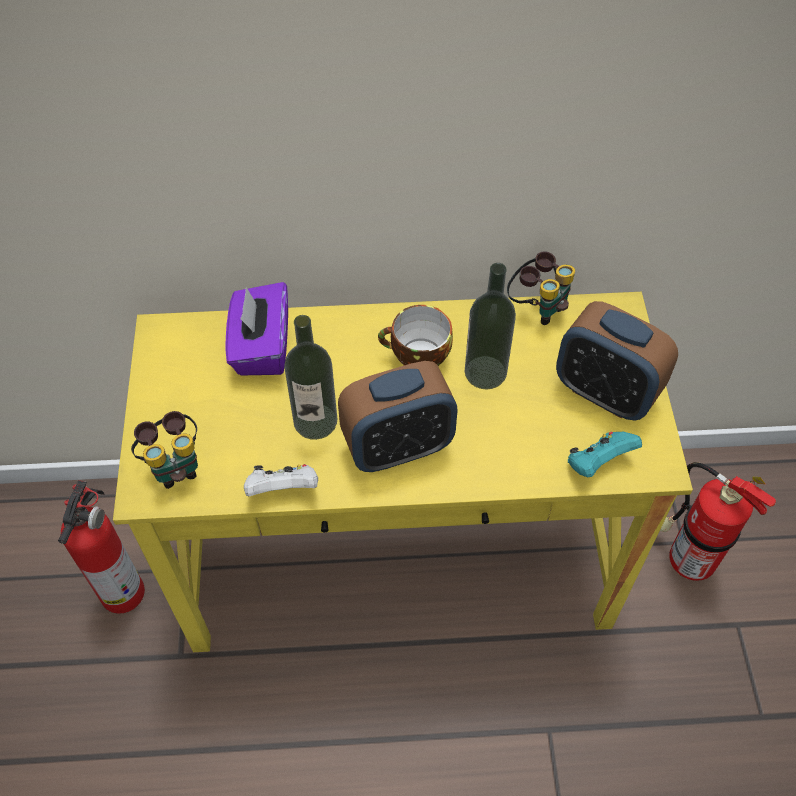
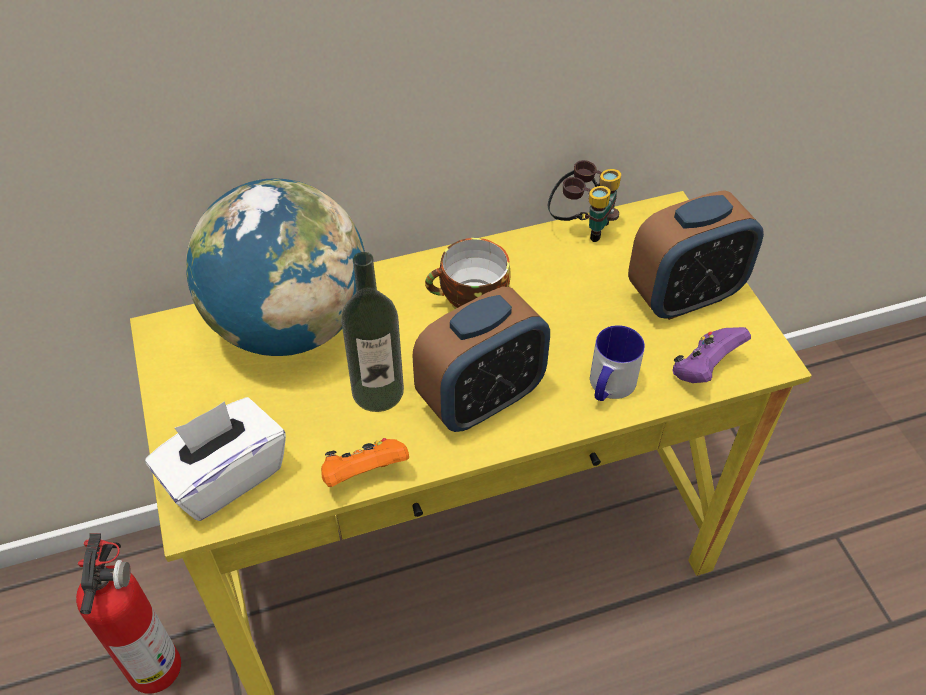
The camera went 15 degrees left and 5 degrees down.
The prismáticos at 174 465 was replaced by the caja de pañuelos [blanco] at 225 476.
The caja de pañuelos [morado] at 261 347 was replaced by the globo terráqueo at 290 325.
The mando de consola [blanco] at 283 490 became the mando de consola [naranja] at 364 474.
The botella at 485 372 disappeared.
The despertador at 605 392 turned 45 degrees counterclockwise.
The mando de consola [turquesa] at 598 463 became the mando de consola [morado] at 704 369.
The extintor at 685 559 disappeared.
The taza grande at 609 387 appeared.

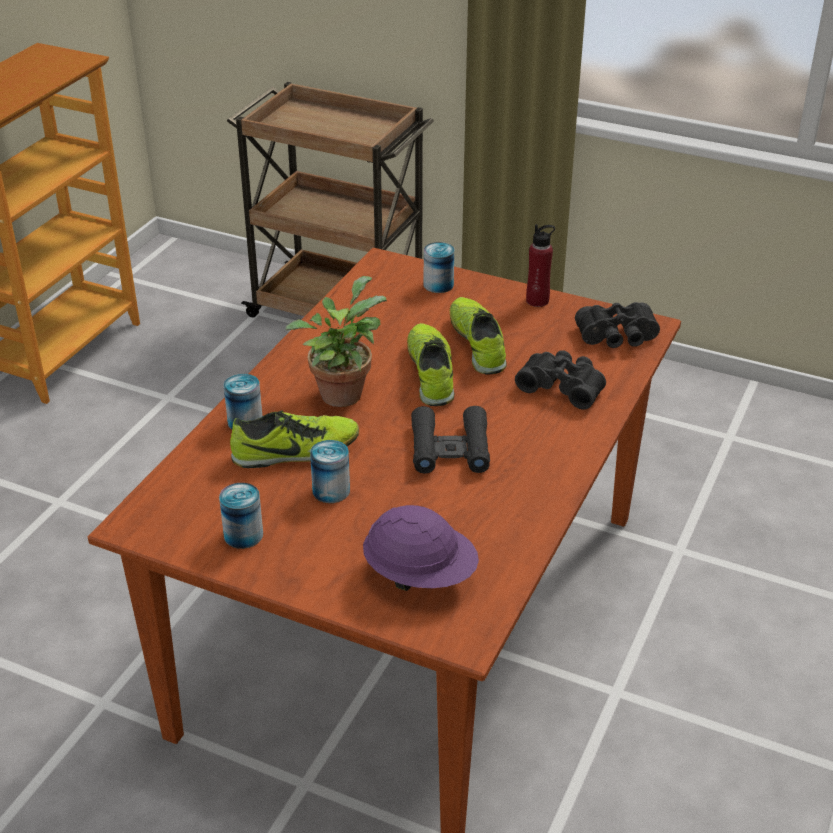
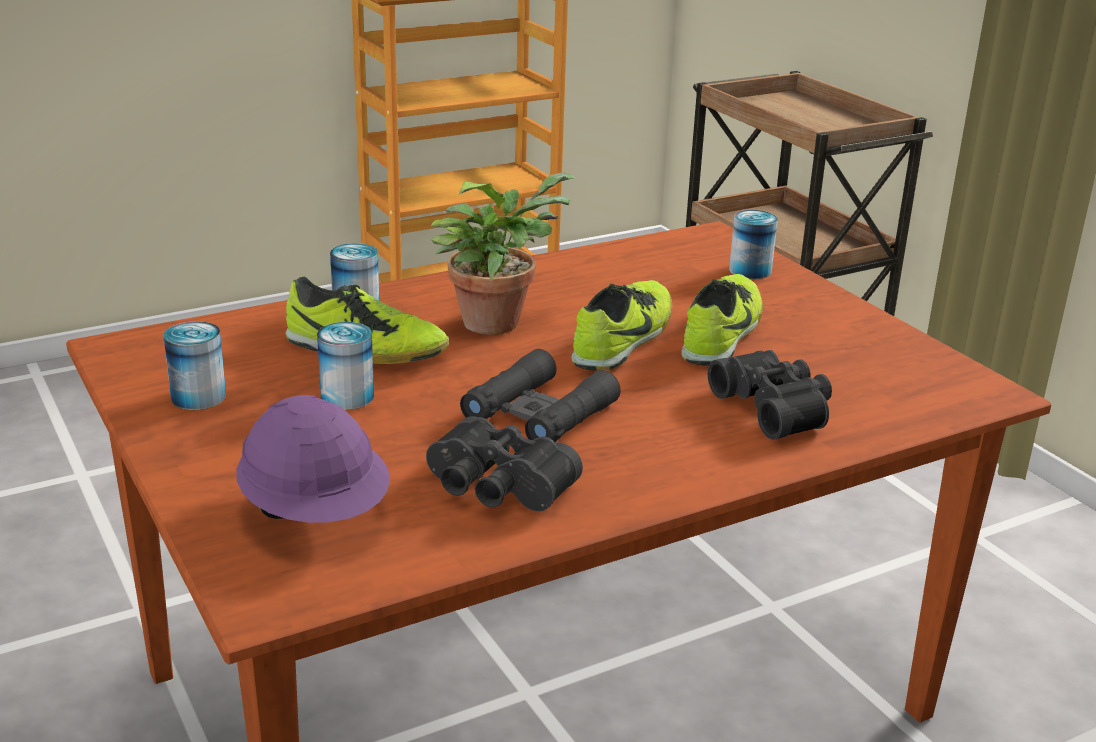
The camera went 35 degrees right and 10 degrees down.
The botella [rojo] at 537 300 disappeared.
The prismáticos [negro] moved from 617 338 to 495 488.

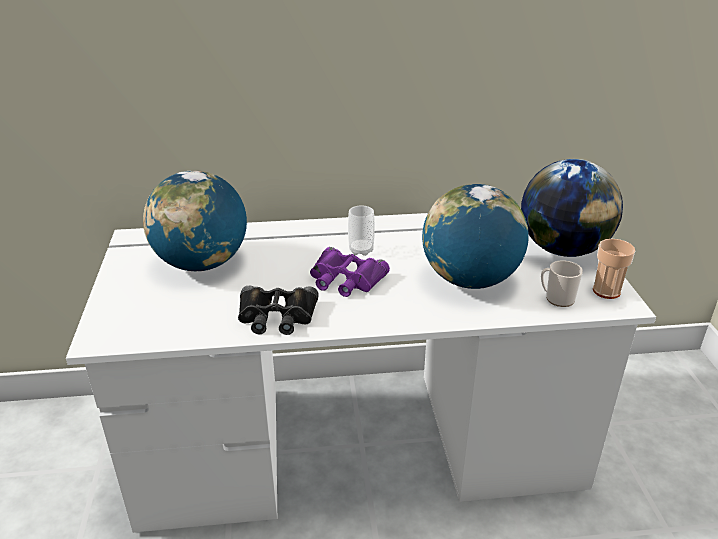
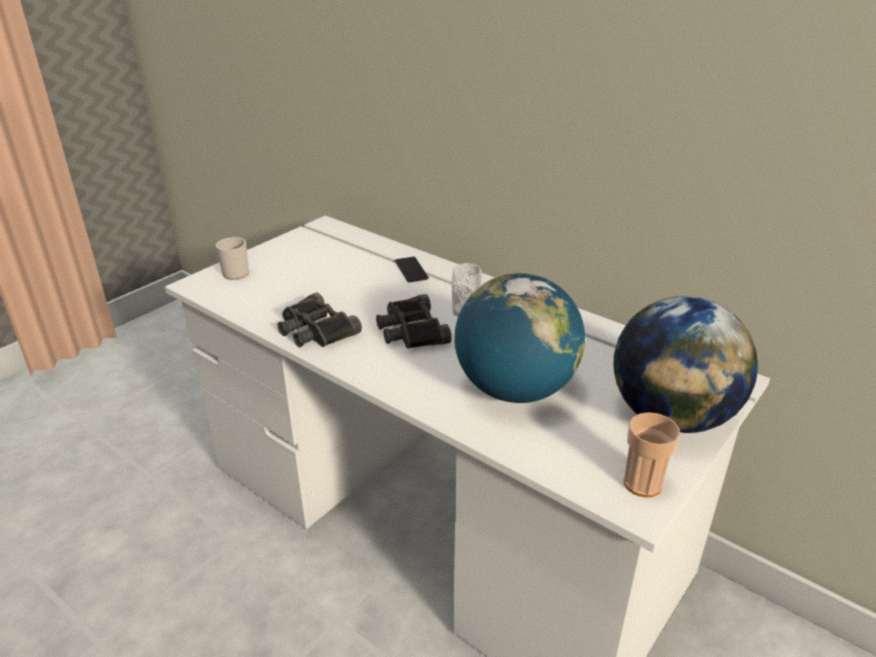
The camera went 45 degrees right and 0 degrees up.
The globo terráqueo at 202 263 disappeared.
The prismáticos [morado] at 345 279 became the prismáticos [negro] at 411 330.
The taza grande moved from 556 298 to 234 272.
The móvil at 411 270 appeared.

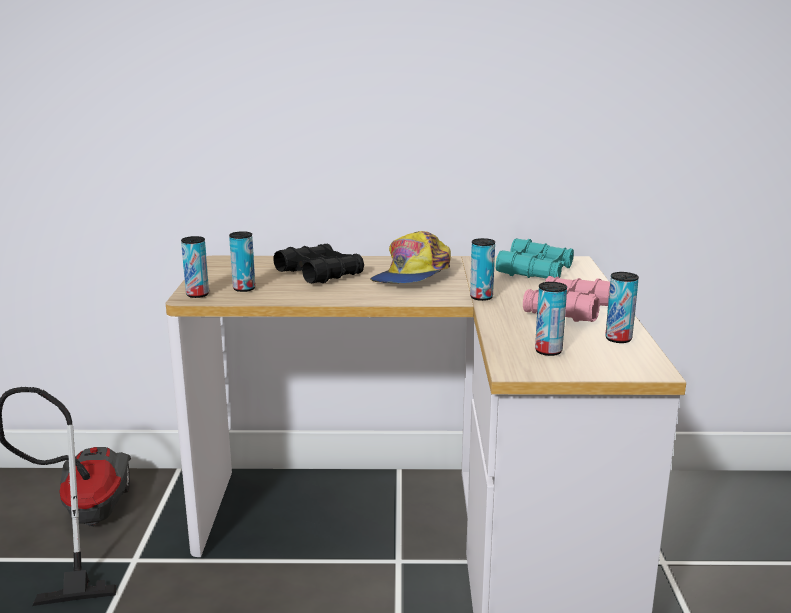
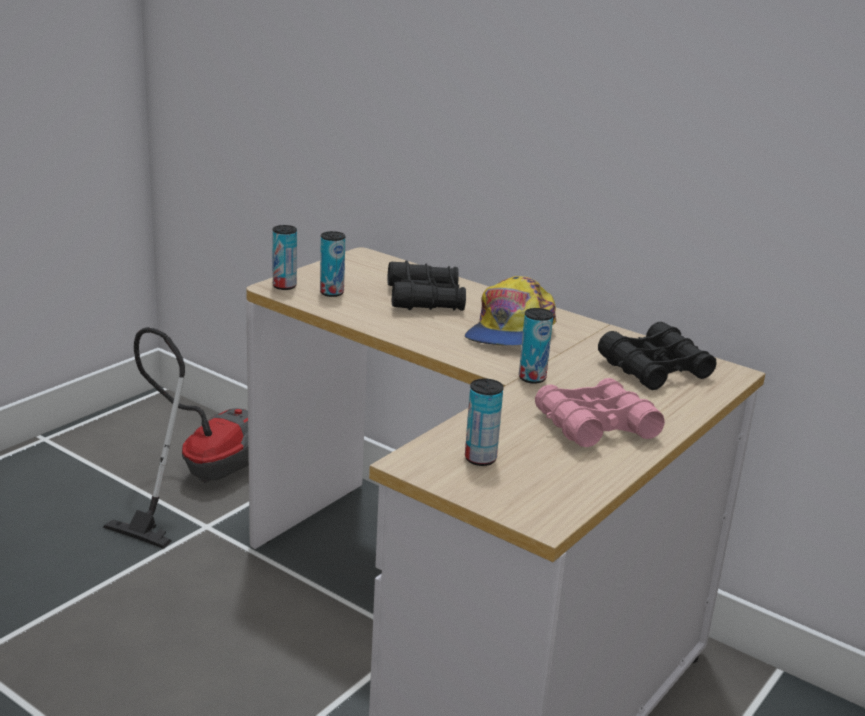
The camera went 35 degrees right and 5 degrees up.
The gorra at 412 275 turned 45 degrees counterclockwise.
The prismáticos [turquesa] at 535 271 became the prismáticos [negro] at 655 369.
The lata at 618 339 disappeared.

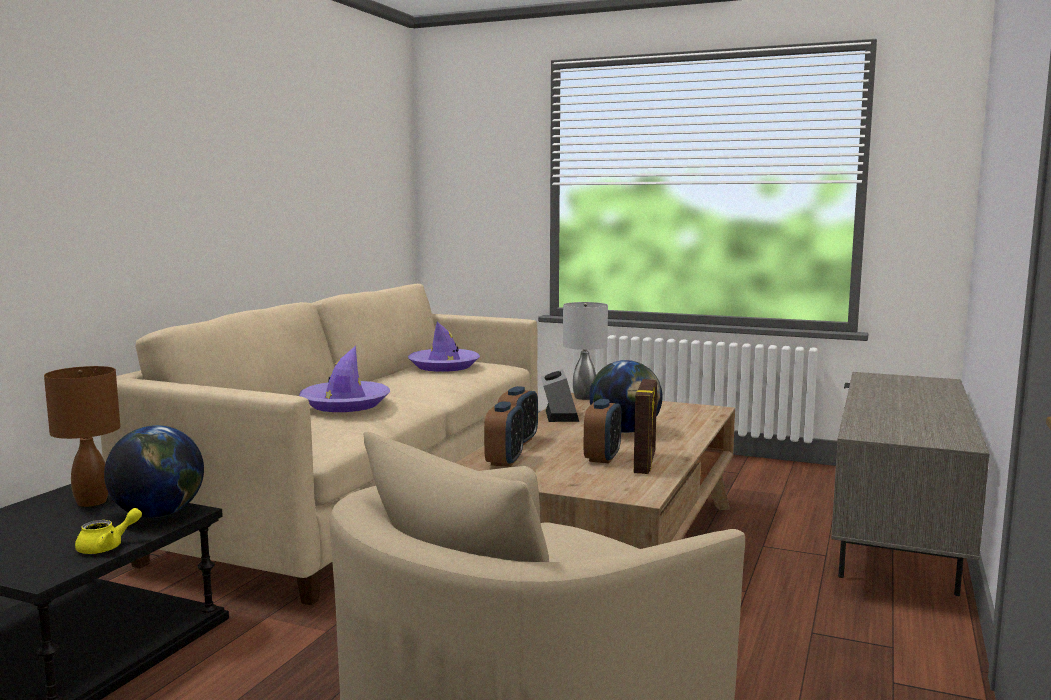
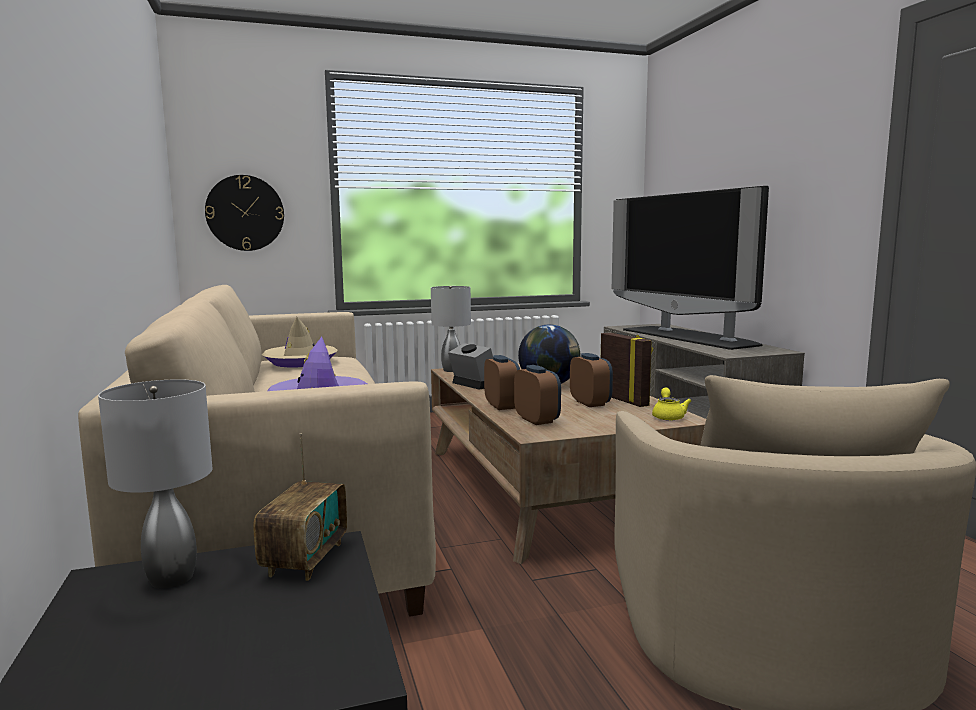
The camera went 40 degrees left and 0 degrees up.
The lámpara de mesa [marrón] at 90 502 became the lámpara de mesa [gris] at 170 579.
The tetera [amarillo] moved from 107 547 to 668 416.
The globo terráqueo at 158 514 was replaced by the radio at 305 559.
The sombrero [morado] at 444 366 became the sombrero [beis] at 300 362.
The reloj de pared at 245 213 appeared.
The televisor at 689 337 appeared.

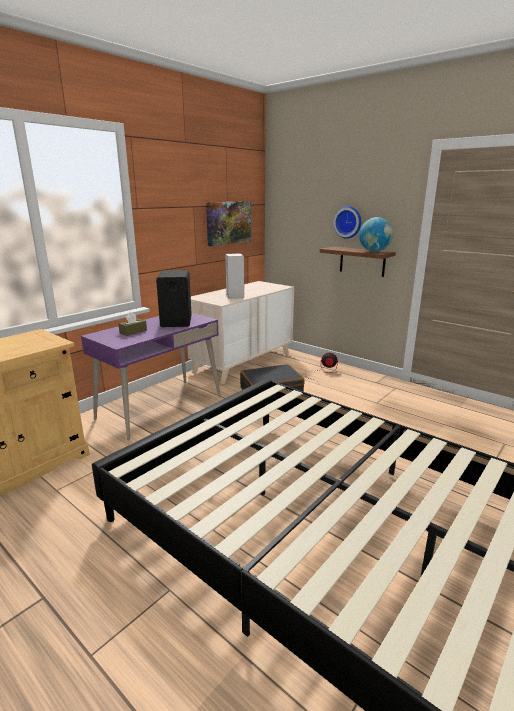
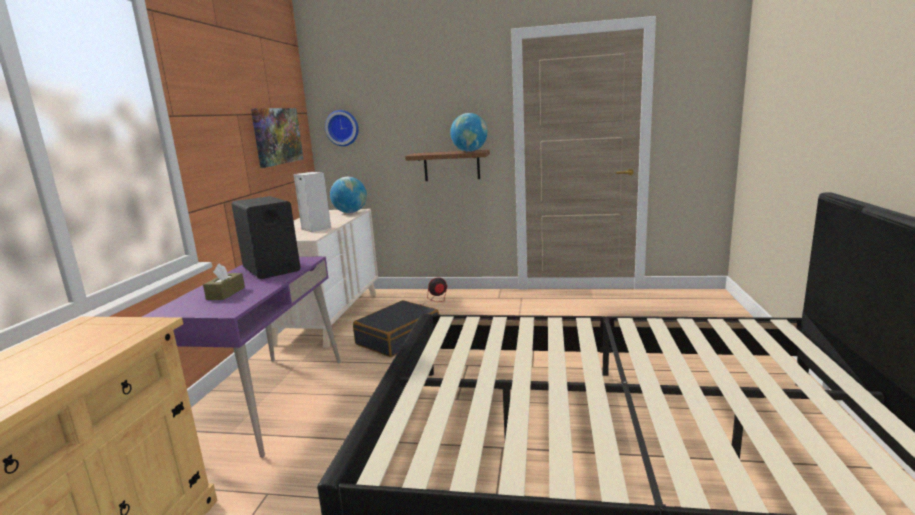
The camera went 30 degrees left and 5 degrees down.
The reloj de pared moved from 348 222 to 343 128.
The globo terráqueo at 350 212 appeared.

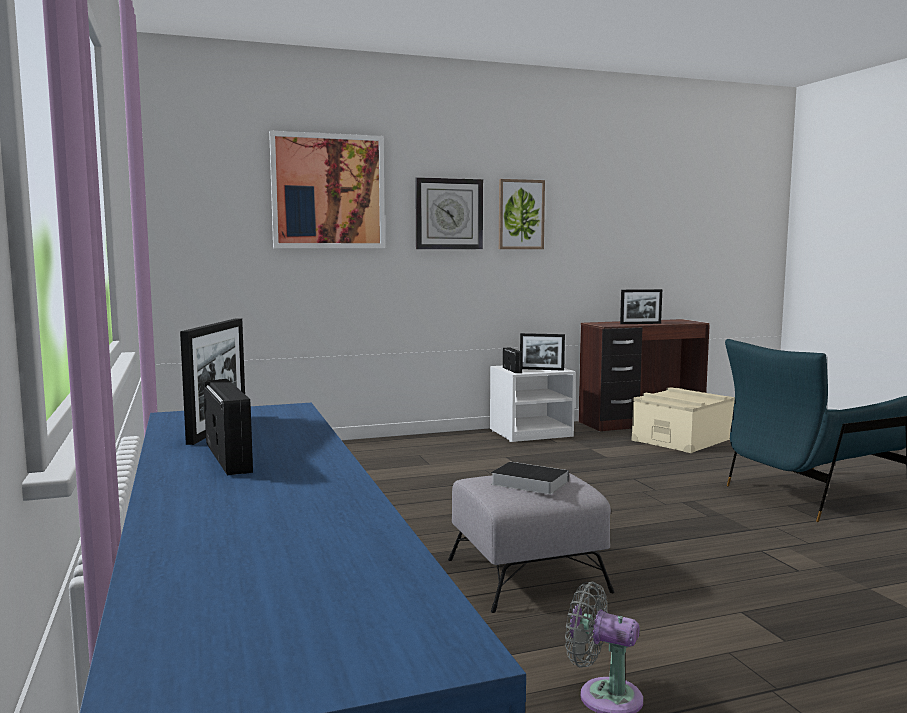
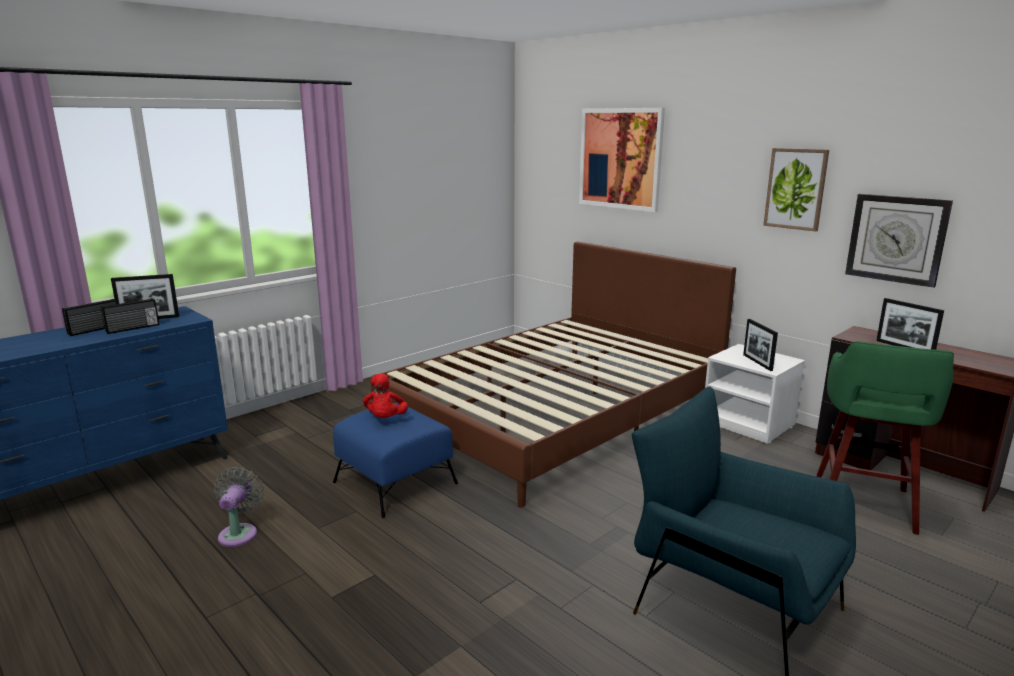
The camera went 65 degrees right and 10 degrees up.
The reloj de pared moved from 449 214 to 896 239.
The puf [gris] at 528 575 became the puf [azul] at 395 483.
The libro at 527 483 was replaced by the peluche [rojo] at 385 419.
The radio moved from 513 370 to 133 328.
The caja de almacenaje [beis] at 682 439 was replaced by the taburete [verde] at 863 504.
The cama [marrón] at 556 414 appeared.

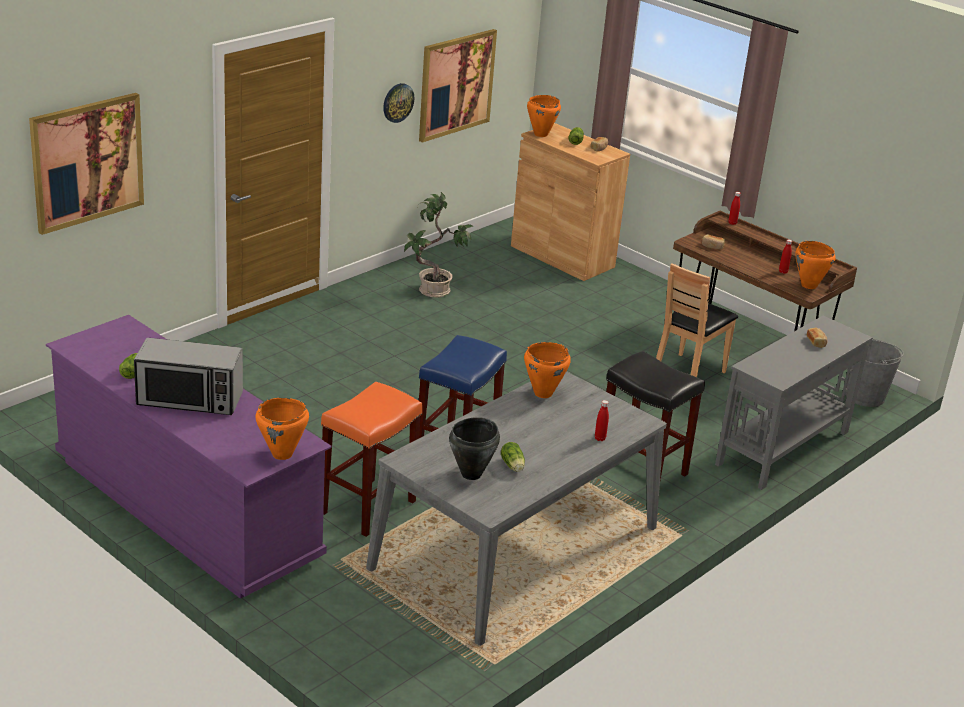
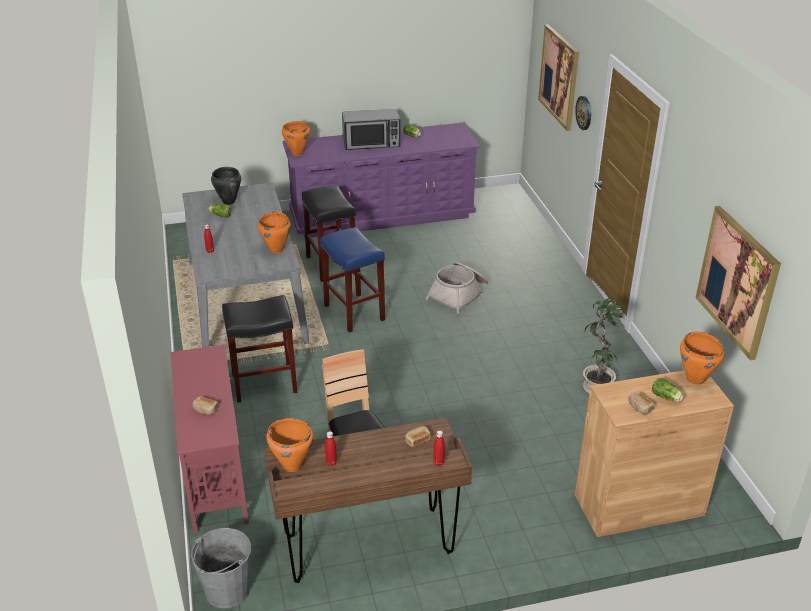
The camera went 125 degrees right and 5 degrees up.
The microondas at 190 399 turned 135 degrees counterclockwise.
The taburete [naranja] at 368 506 became the taburete [negro] at 332 265.
The reloj de pared moved from 397 102 to 584 113.
The mesa consola [gris] at 782 448 became the mesa consola [rojo] at 216 474.
The cesta at 459 295 appeared.

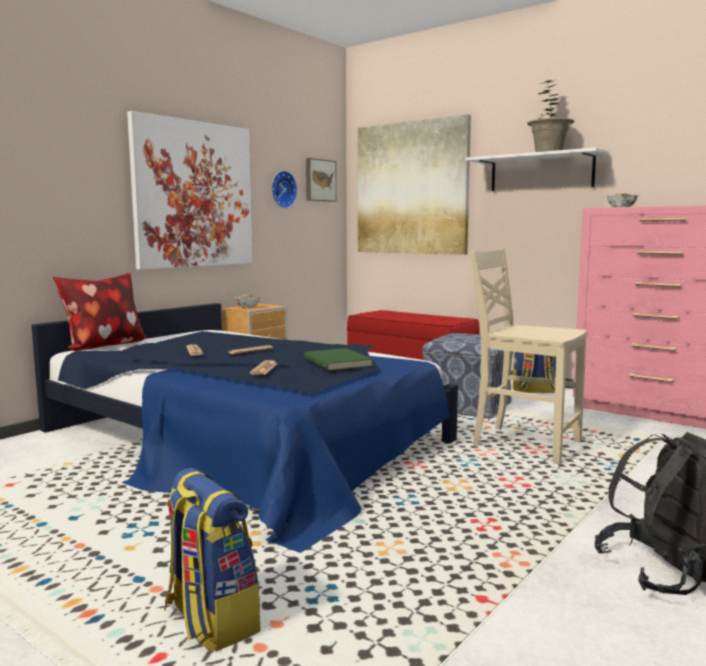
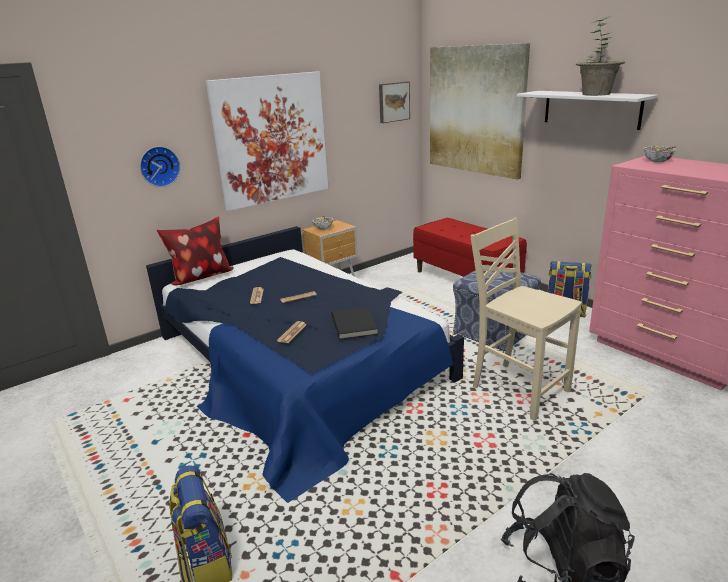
The camera went 15 degrees right and 15 degrees up.
The reloj de pared moved from 282 189 to 159 166.
The libro [verde] at 338 362 became the libro [negro] at 355 325.

